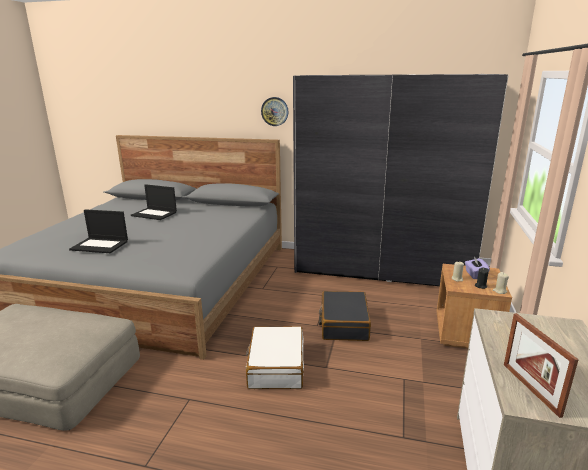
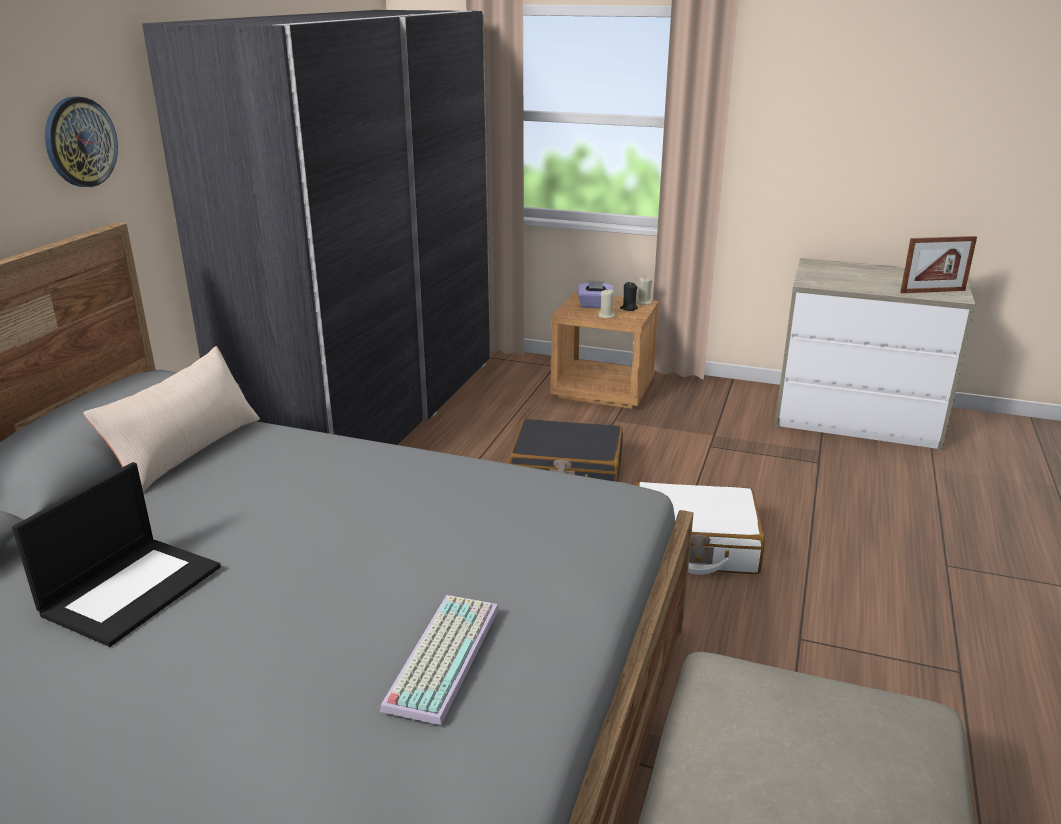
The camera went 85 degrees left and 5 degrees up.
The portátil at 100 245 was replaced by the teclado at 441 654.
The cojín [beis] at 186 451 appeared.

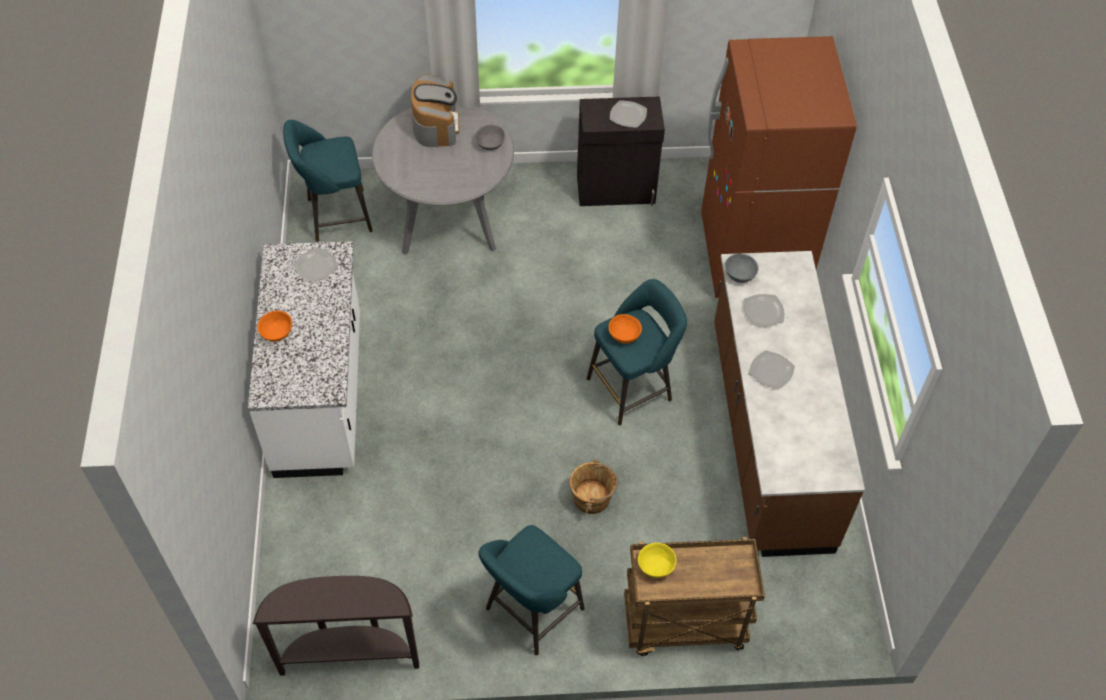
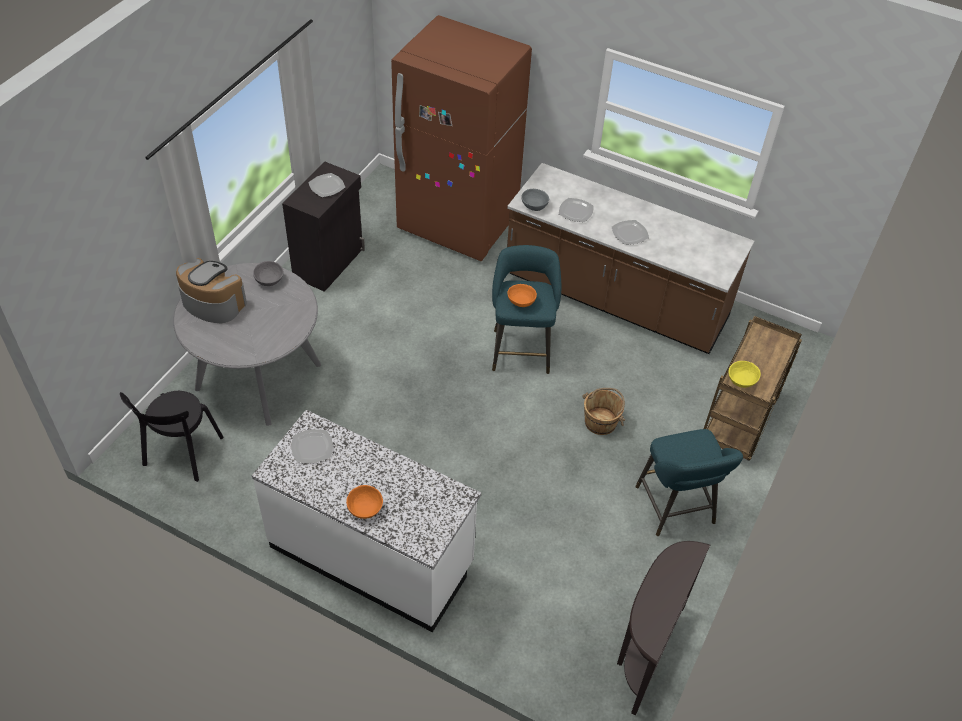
The camera went 60 degrees left and 5 degrees down.
The taburete [turquesa] at 335 216 was replaced by the silla [negro] at 181 454.

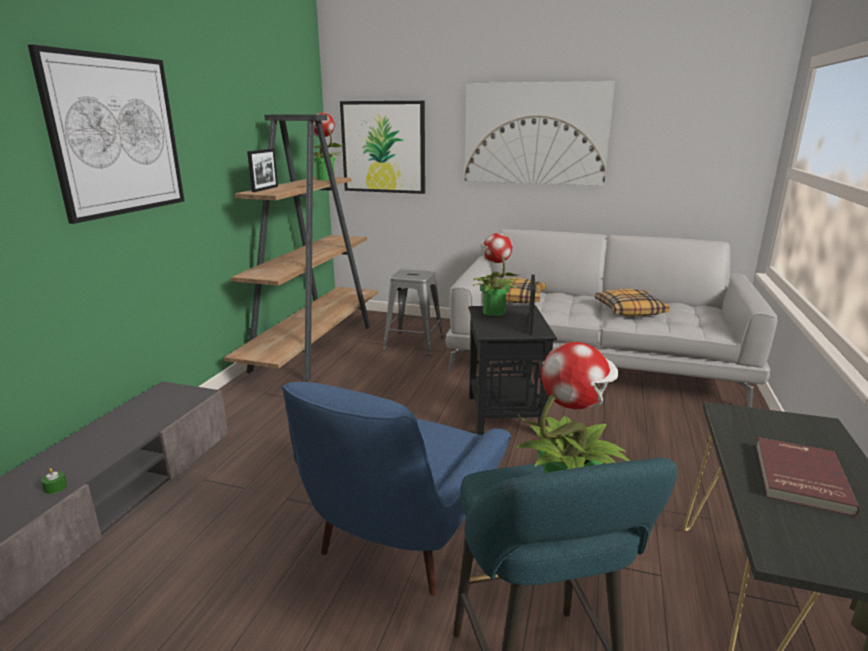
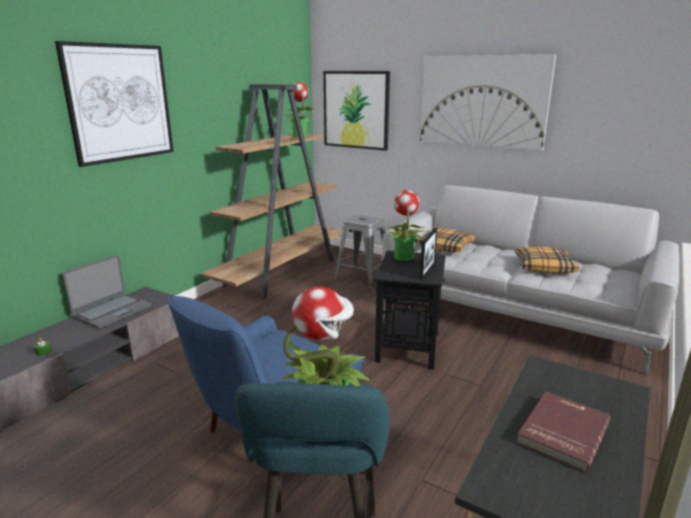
The camera went 15 degrees right and 0 degrees up.
The portarretratos at 265 189 disappeared.
The portátil at 112 311 appeared.

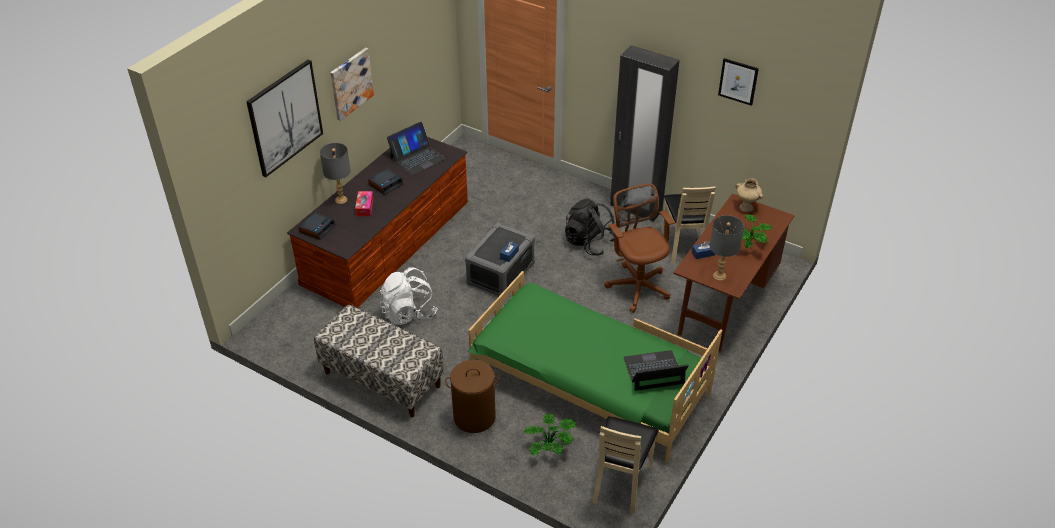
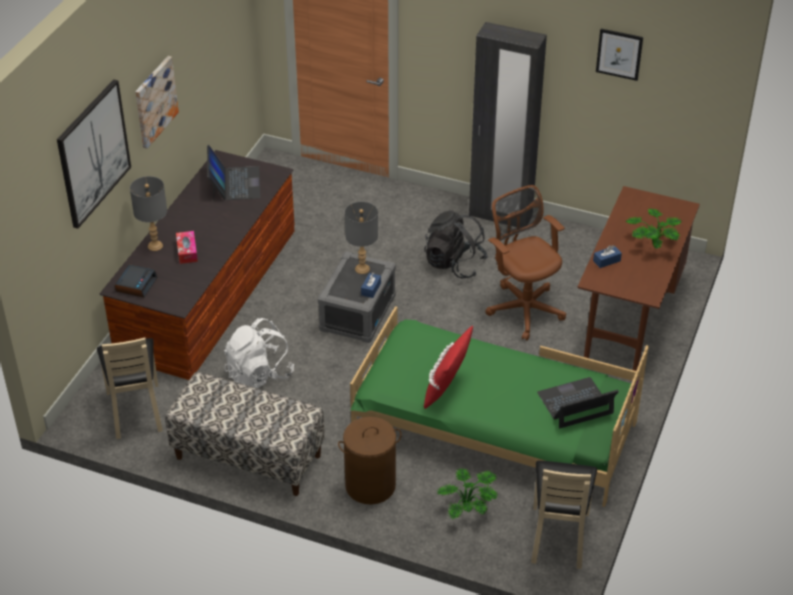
The camera went 10 degrees left and 0 degrees up.
The despertador at 386 184 disappeared.
The portátil at 417 158 turned 45 degrees counterclockwise.
The silla [beis] moved from 684 247 to 135 410.
The lámpara de mesa [gris] moved from 719 276 to 362 269.
The florero [beis] at 746 208 disappeared.
The cojín [rojo] at 447 389 appeared.

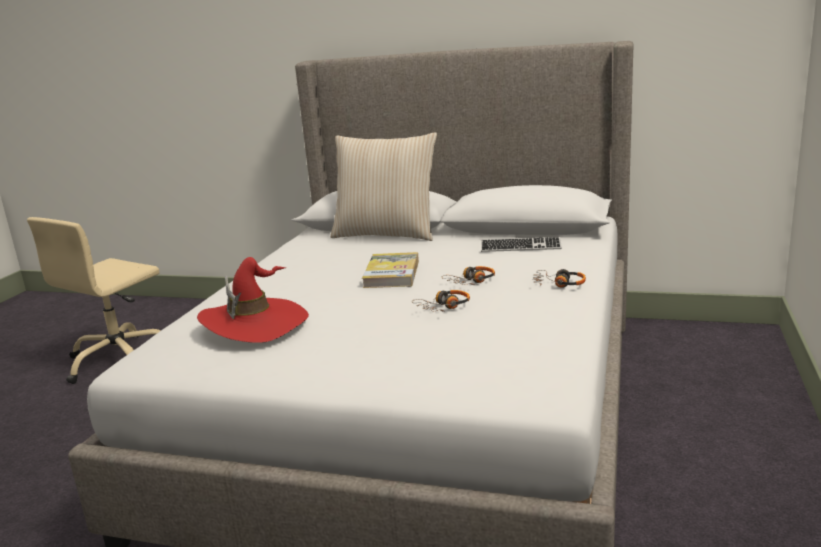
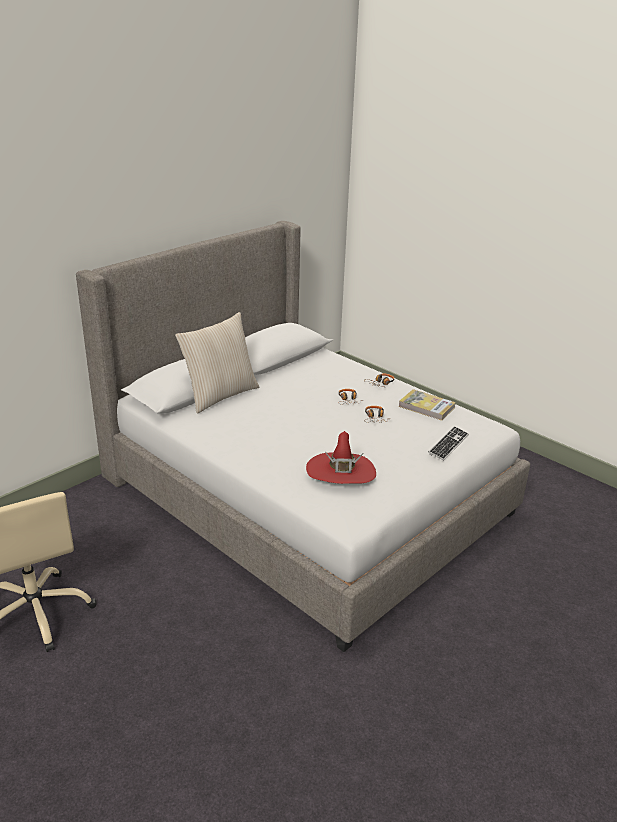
The camera went 65 degrees left and 10 degrees up.
The libro moved from 392 274 to 426 407.
The teclado moved from 520 247 to 448 444.

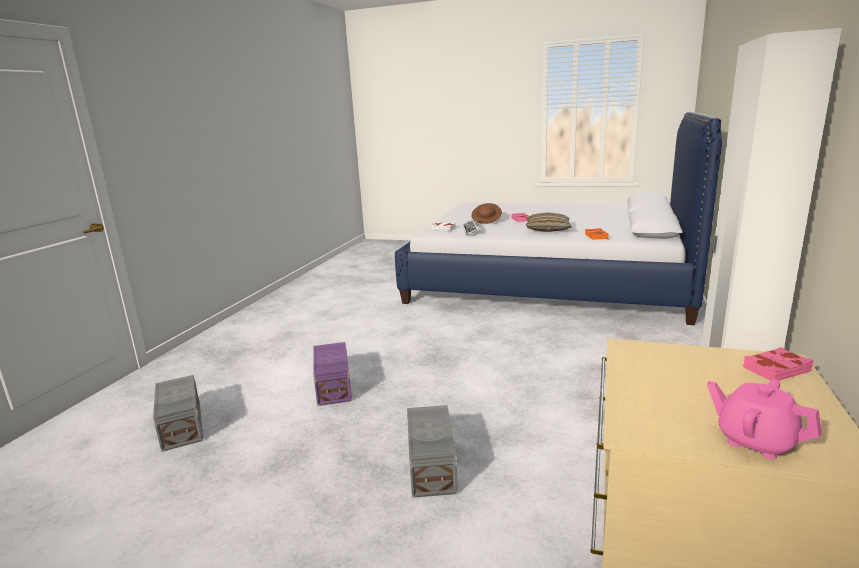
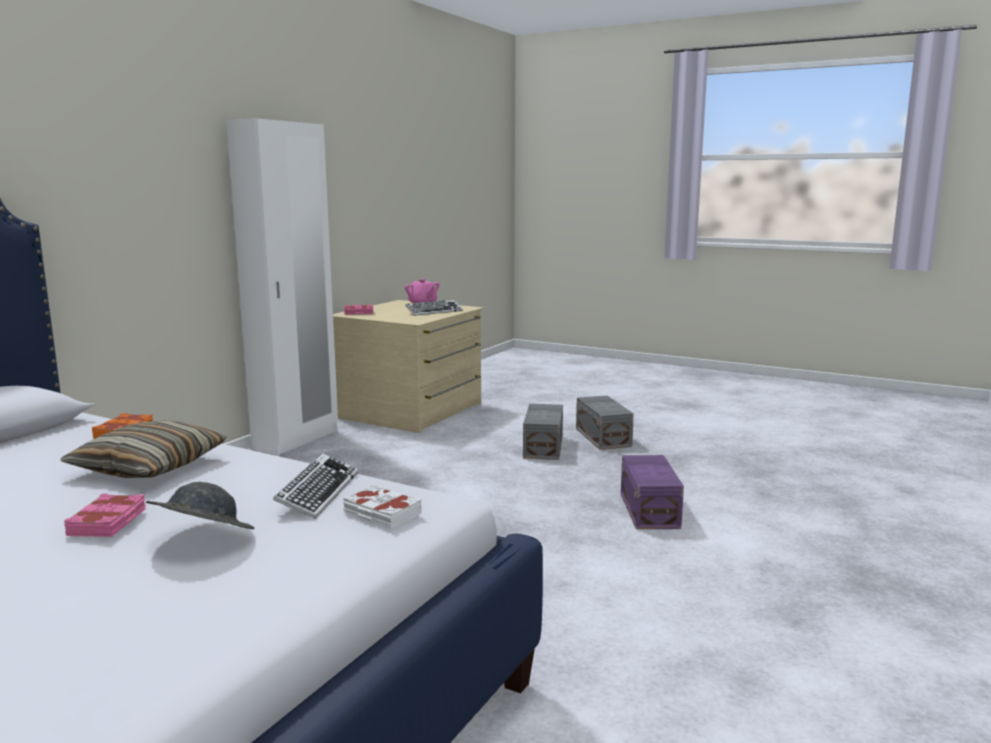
The camera went 170 degrees left and 5 degrees down.
The caja de almacenaje [gris] moved from 180 427 to 603 437.
The sombrero [marrón] at 487 220 became the sombrero [gris] at 202 539.
The teclado at 434 311 appeared.

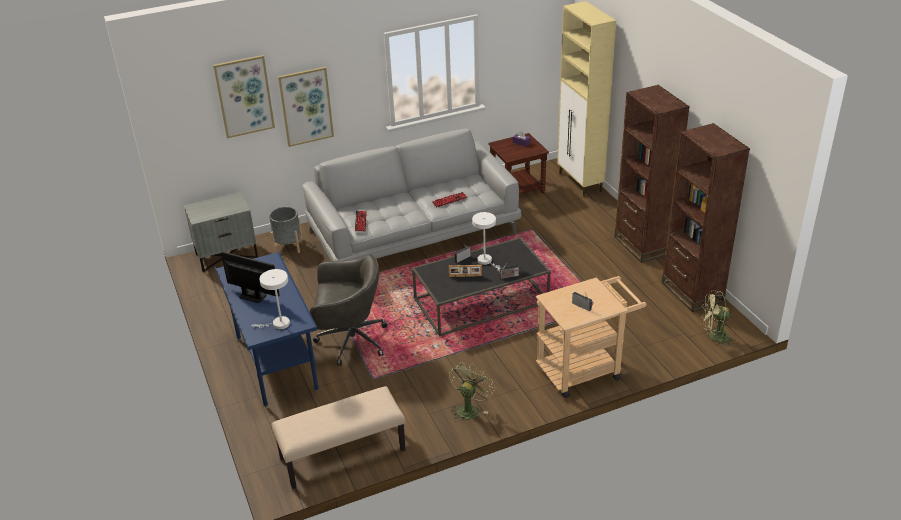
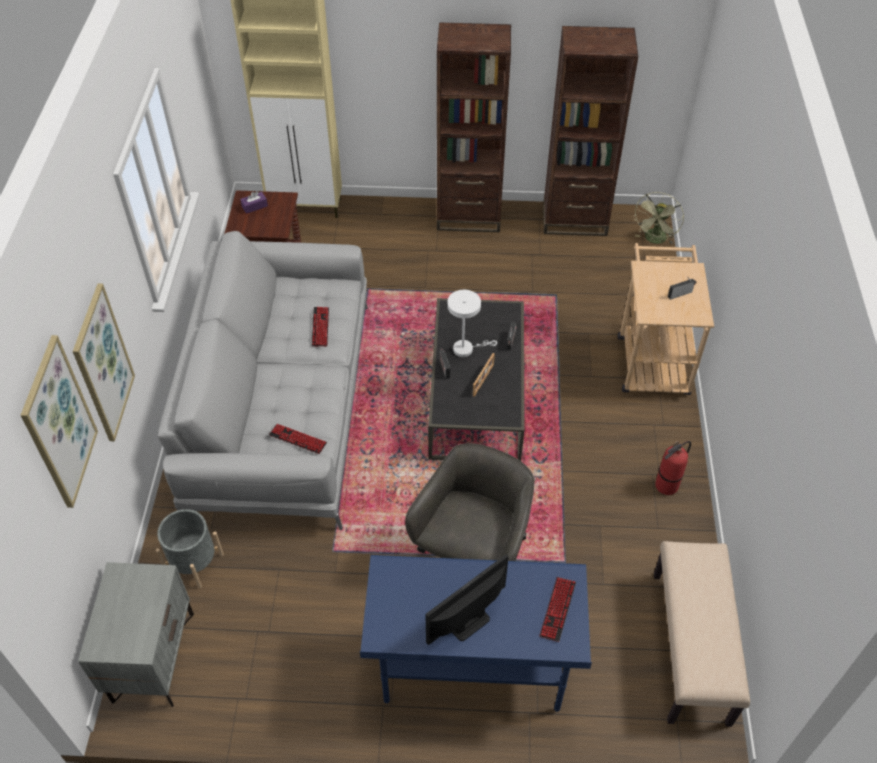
The camera went 65 degrees left and 15 degrees up.
The lámpara de mesa [blanco] at 278 324 was replaced by the teclado at 557 609.
The ventilador [verde] at 469 408 was replaced by the extintor at 666 486.

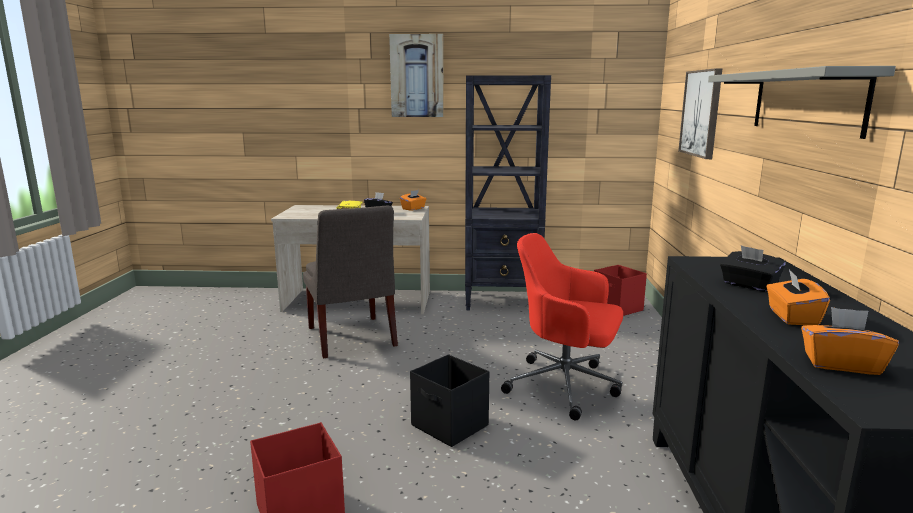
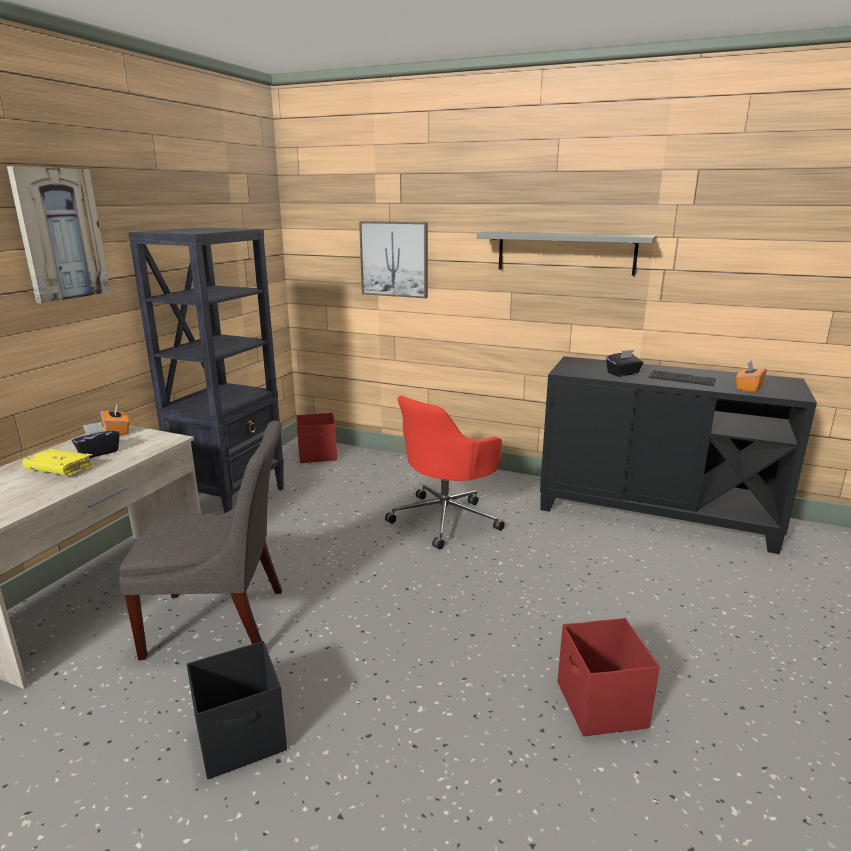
The camera went 70 degrees left and 5 degrees up.
The caja de almacenaje [negro] moved from 450 426 to 242 738.
The caja de pañuelos [naranja] at 792 317 was replaced by the teclado at 681 379.

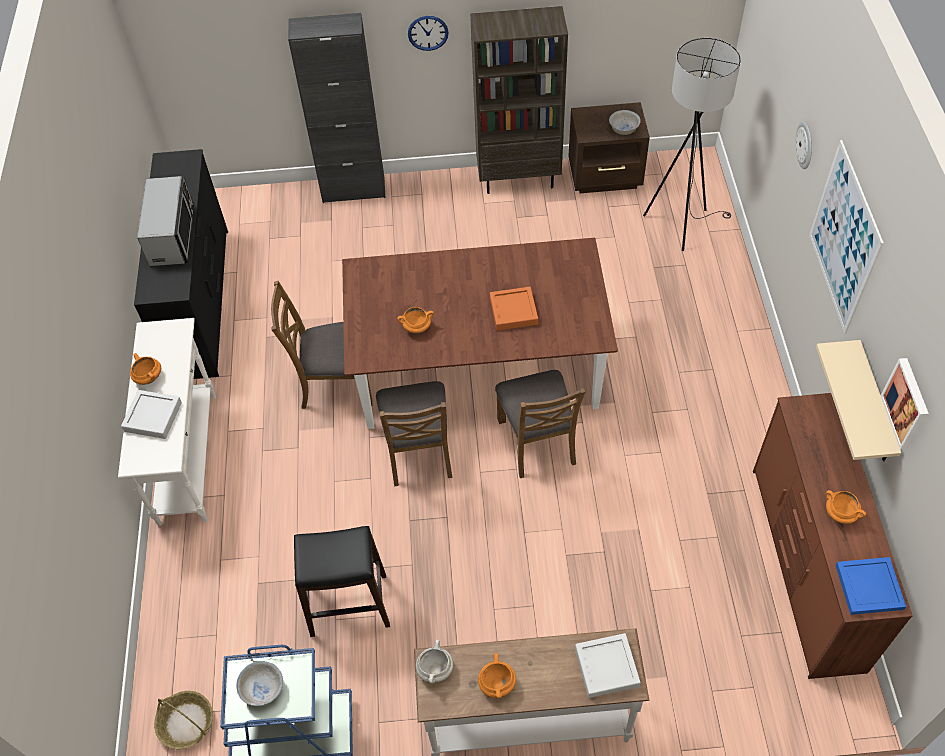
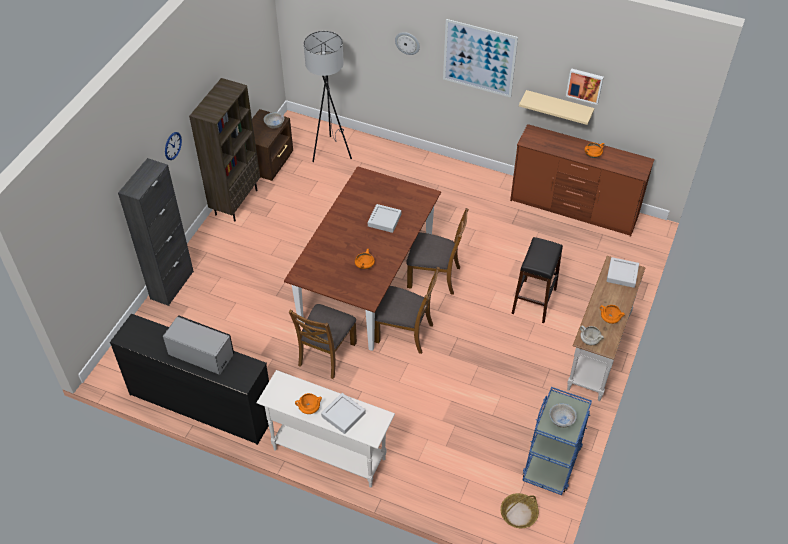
The camera went 65 degrees left and 5 degrees down.
The taburete [negro] moved from 349 605 to 534 301.
The bandeja [naranja] at 513 311 became the bandeja [gris] at 384 220.
The bandeja [azul] at 868 586 disappeared.

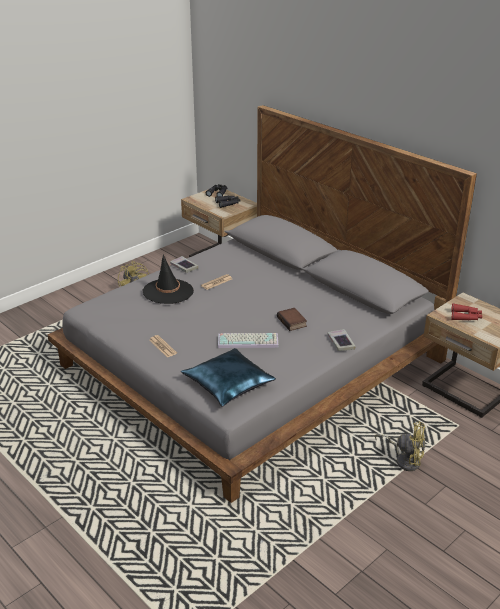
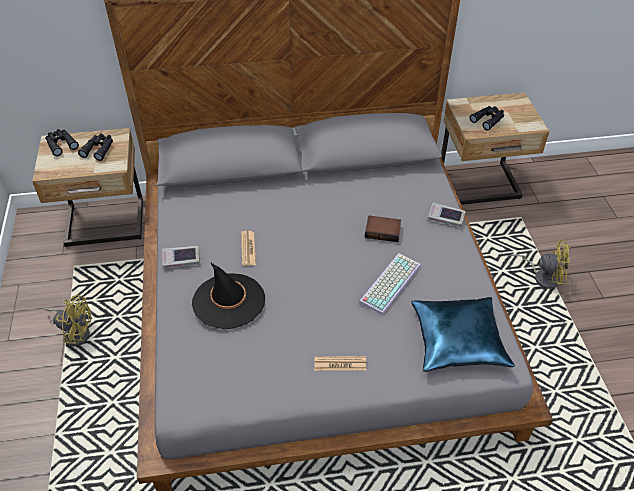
The camera went 55 degrees left and 15 degrees up.
The ventilador [amarillo] at 405 459 turned 45 degrees clockwise.
The prismáticos [rojo] at 466 317 became the prismáticos [negro] at 488 120.

